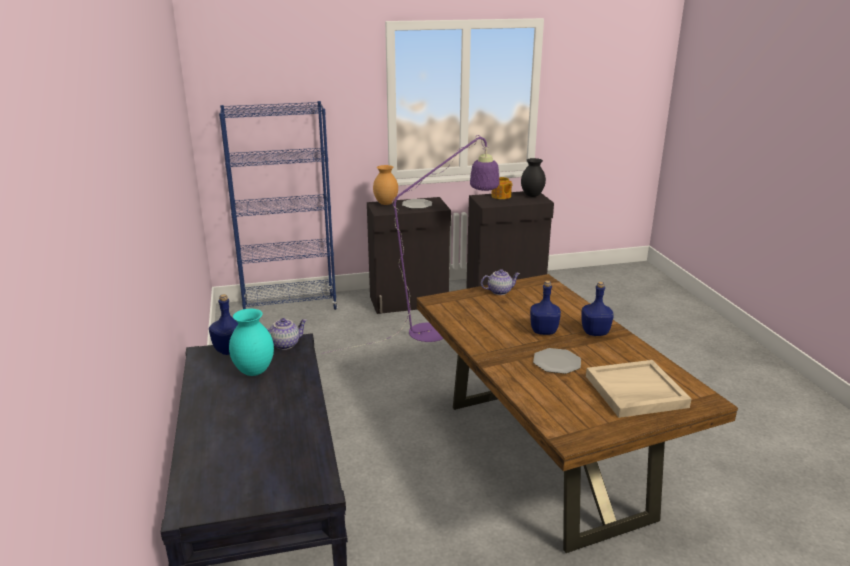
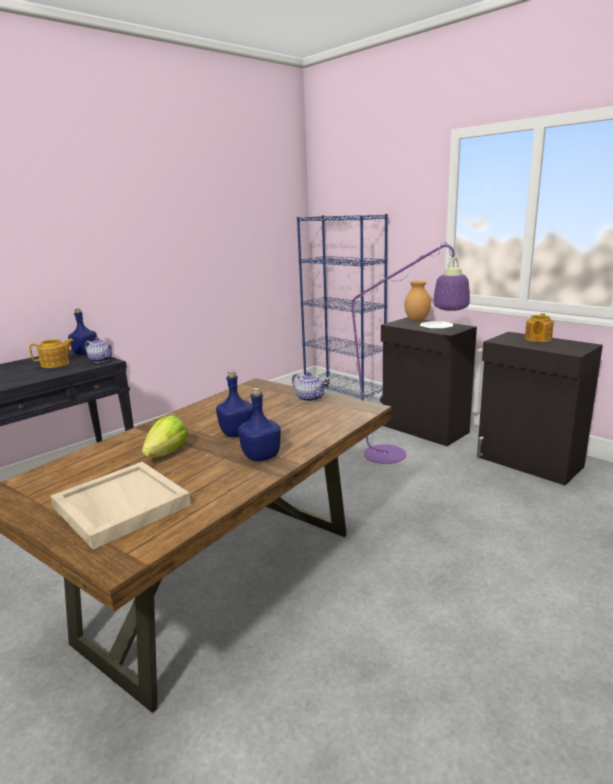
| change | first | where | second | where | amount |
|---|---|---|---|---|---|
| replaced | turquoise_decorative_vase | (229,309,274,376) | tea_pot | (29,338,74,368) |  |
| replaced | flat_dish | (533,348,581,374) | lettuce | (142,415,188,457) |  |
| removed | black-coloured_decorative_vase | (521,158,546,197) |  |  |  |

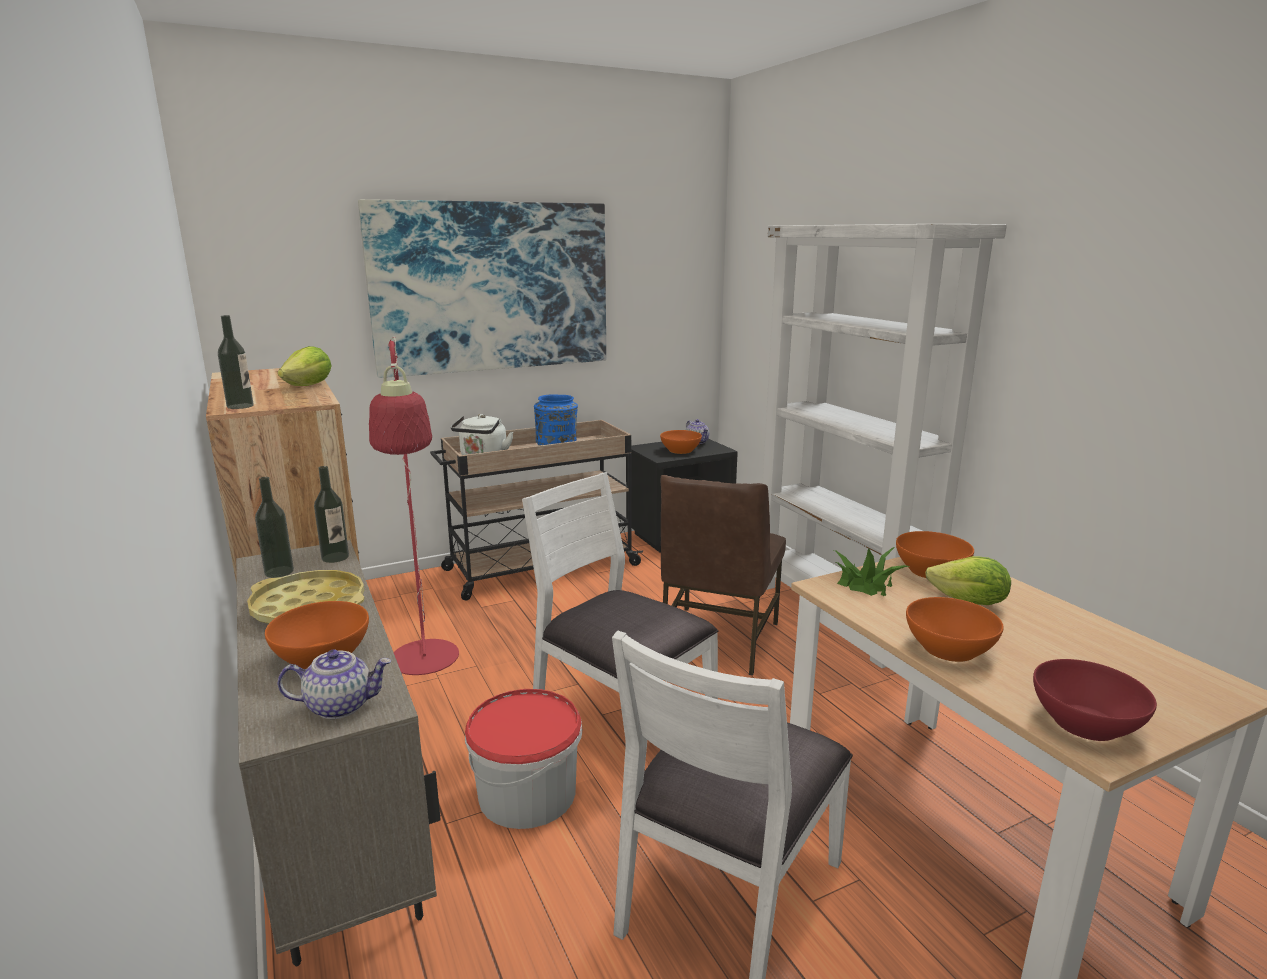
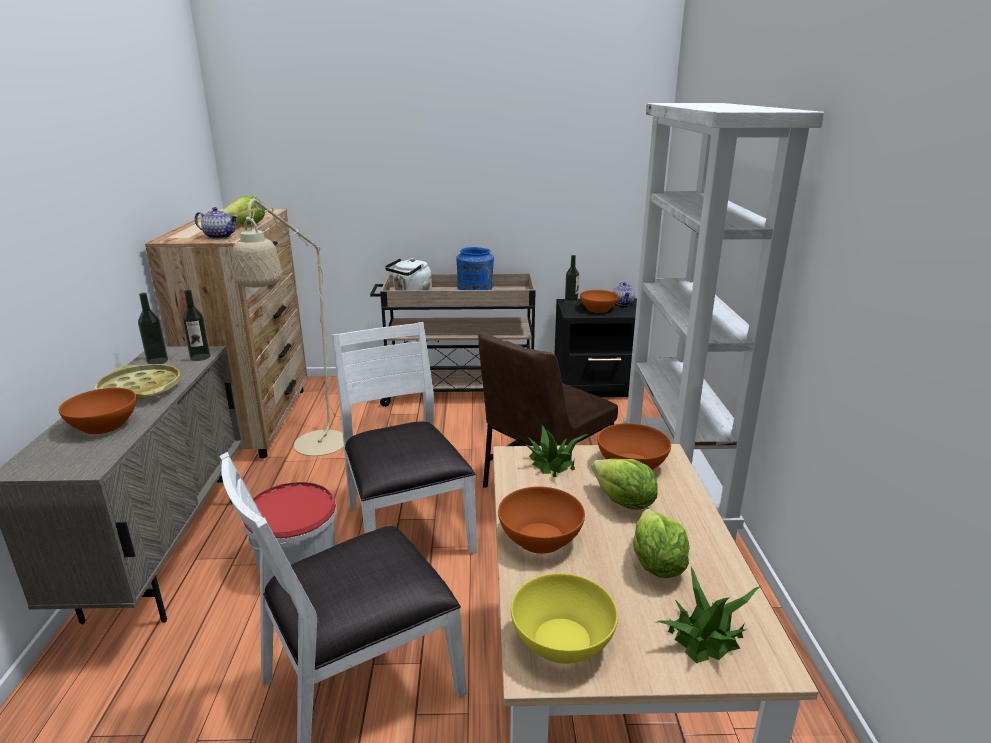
| change | first | where | second | where | amount |
|---|---|---|---|---|---|
| moved | tea_pot | (278,650,391,719) |  | (195,207,238,239) |  |
| recoloured | reddish_floor_lamp | (369,337,459,675) | beige_floor_lamp | (232,196,352,456) |  |
| recoloured | reddish_serving_bowl | (1033,659,1157,741) | yellow_serving_bowl | (511,573,618,664) |  |
| moved | bottle | (218,315,254,409) |  | (565,255,579,304) |  |
| added |  |  | lettuce | (633,509,689,578) |  |
| added |  |  | plant_in_a_pot | (655,567,762,663) |  |
| removed | picture | (358,199,606,378) |  |  |  |

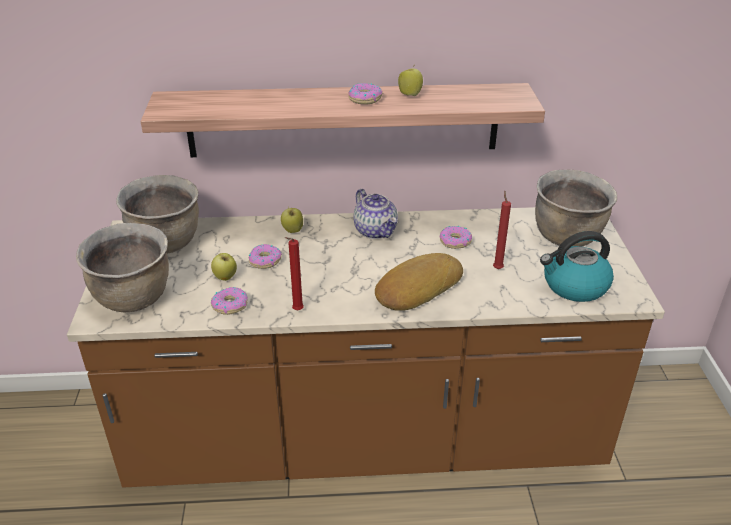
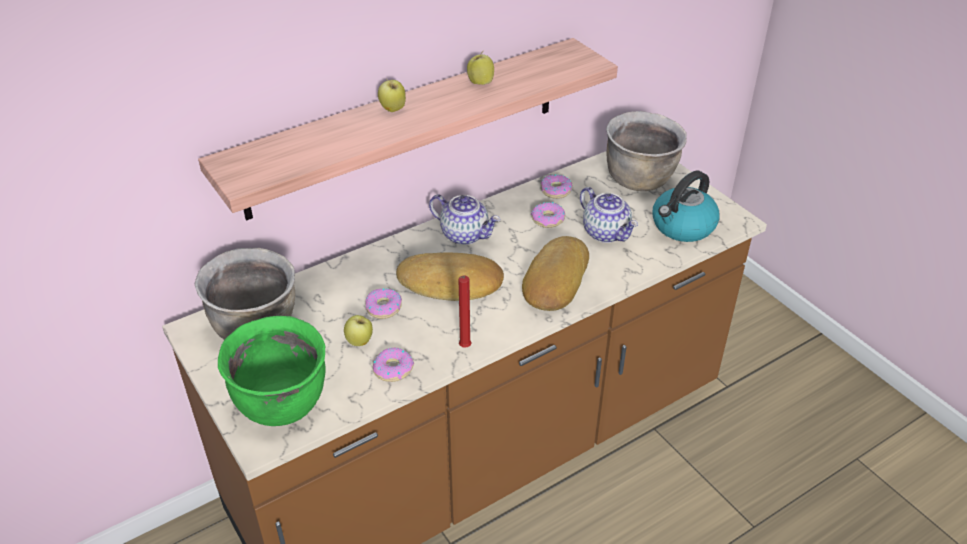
| change | first | where | second | where | amount |
|---|---|---|---|---|---|
| recoloured | brownish_stockpot | (76,223,169,312) | green_stockpot | (218,316,326,426) |  |
| moved | apple_fruit | (281,207,303,233) |  | (378,80,406,112) |  |
| added |  |  | bakery_bread | (396,252,504,301) |  |
| moved | ring_doughnut | (349,83,383,105) |  | (541,174,572,199) |  |
| replaced | reddish_candle | (493,191,511,269) | tea_pot | (580,187,638,243) |  |

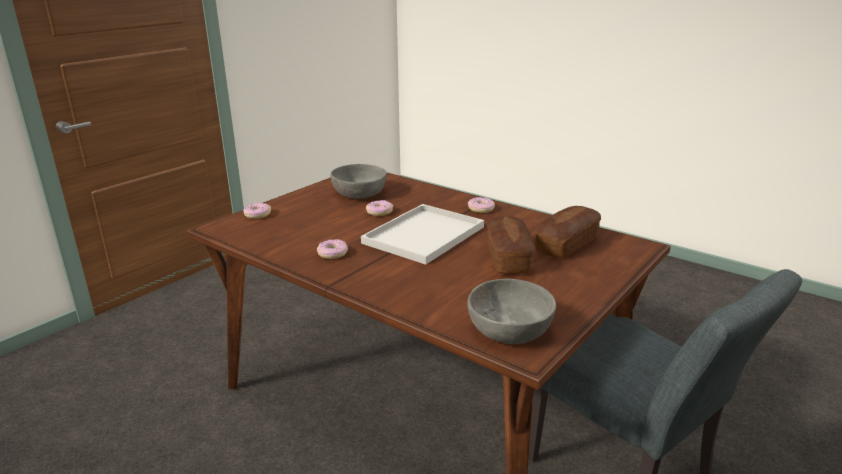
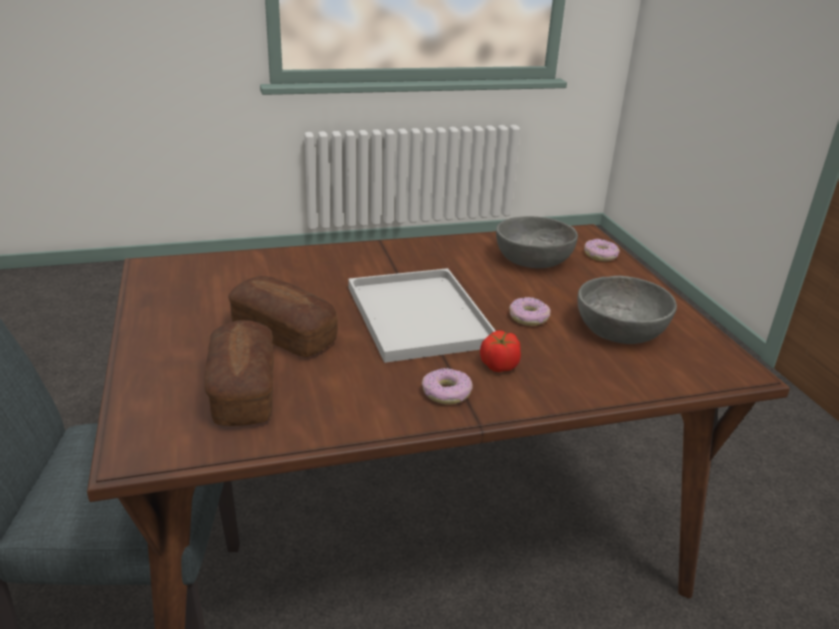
| change | first | where | second | where | amount |
|---|---|---|---|---|---|
| added |  |  | tomato | (480,331,521,372) |  |
| moved | grey_serving_bowl | (467,279,556,344) |  | (496,216,578,268) |  |
| removed | ring_doughnut | (317,239,348,259) |  |  |  |

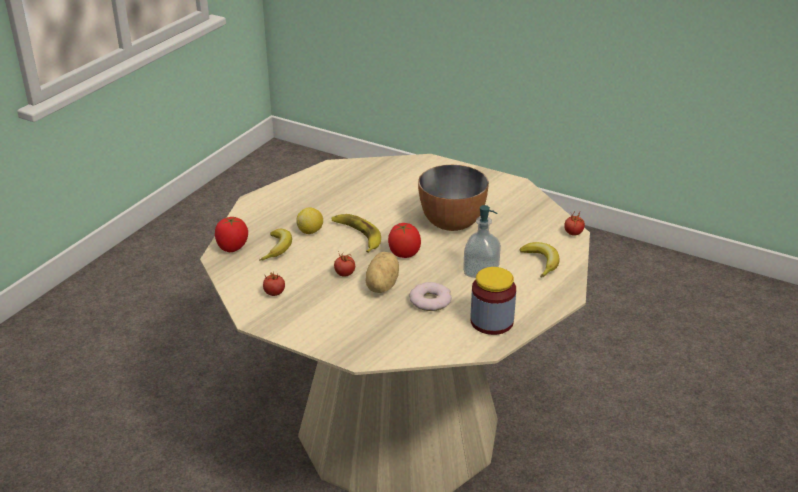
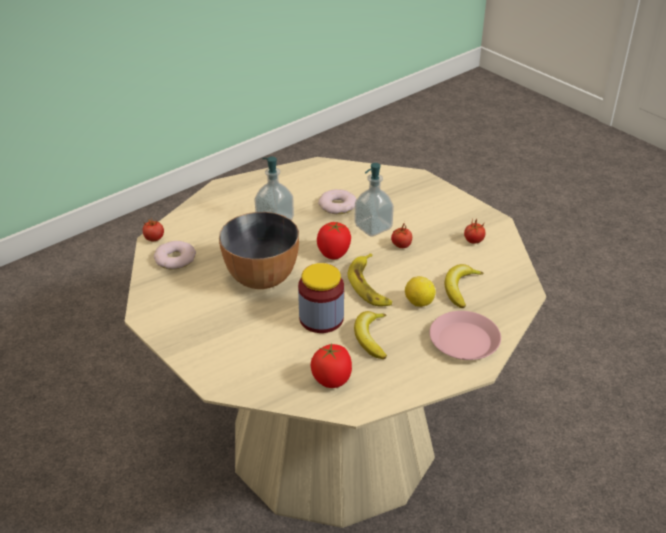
| change | first | where | second | where | amount |
|---|---|---|---|---|---|
| added |  |  | ring_doughnut | (154,241,196,270) |  |
| moved | storage_jar | (470,267,516,335) |  | (298,263,344,333) |  |
| moved | tomato | (215,217,248,252) |  | (311,343,352,388) |  |
| replaced | spud | (366,252,399,293) | soap_bottle | (354,163,394,237) |  |
| moved | banana | (520,242,560,278) |  | (354,311,387,359) |  |
| added |  |  | pink-coloured_flat_dish | (429,311,501,360) |  |

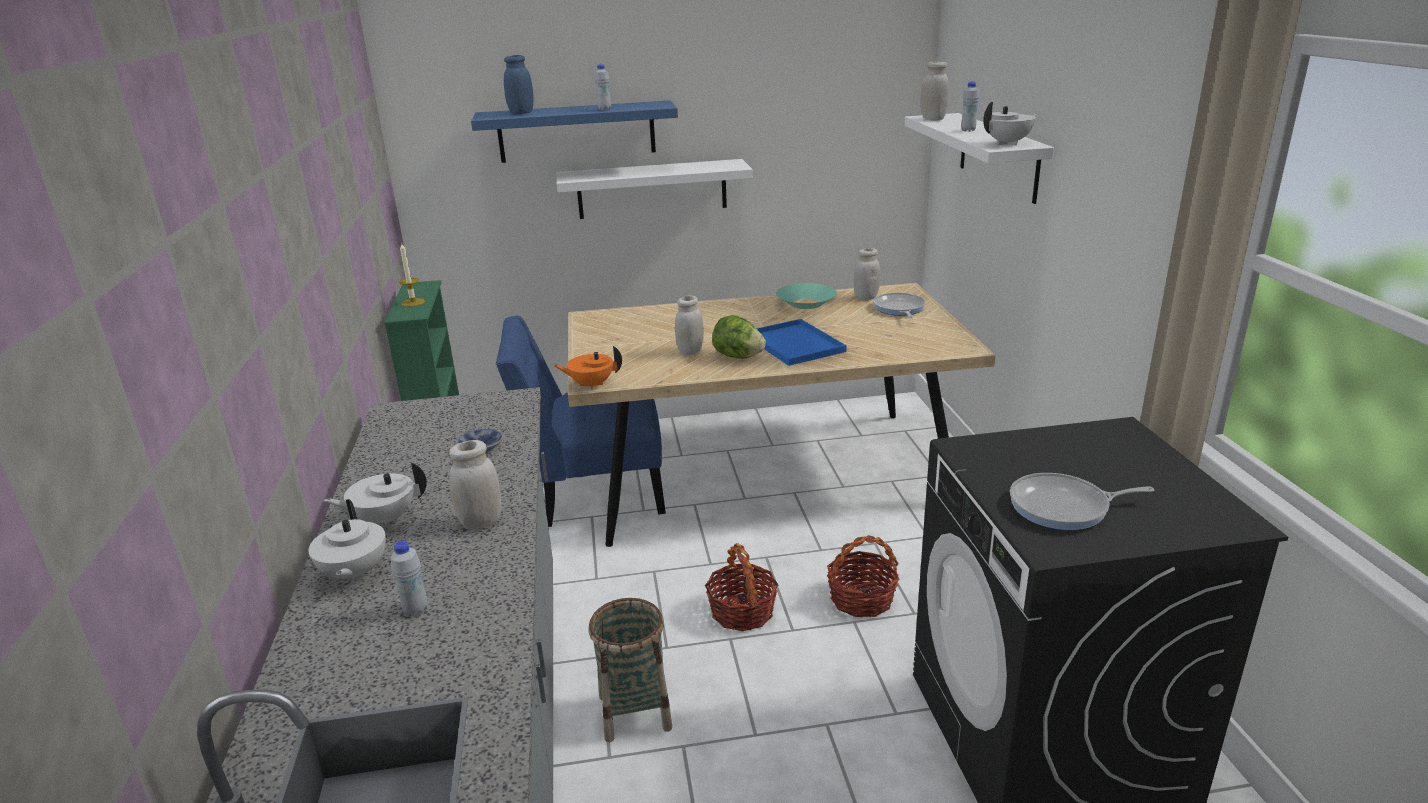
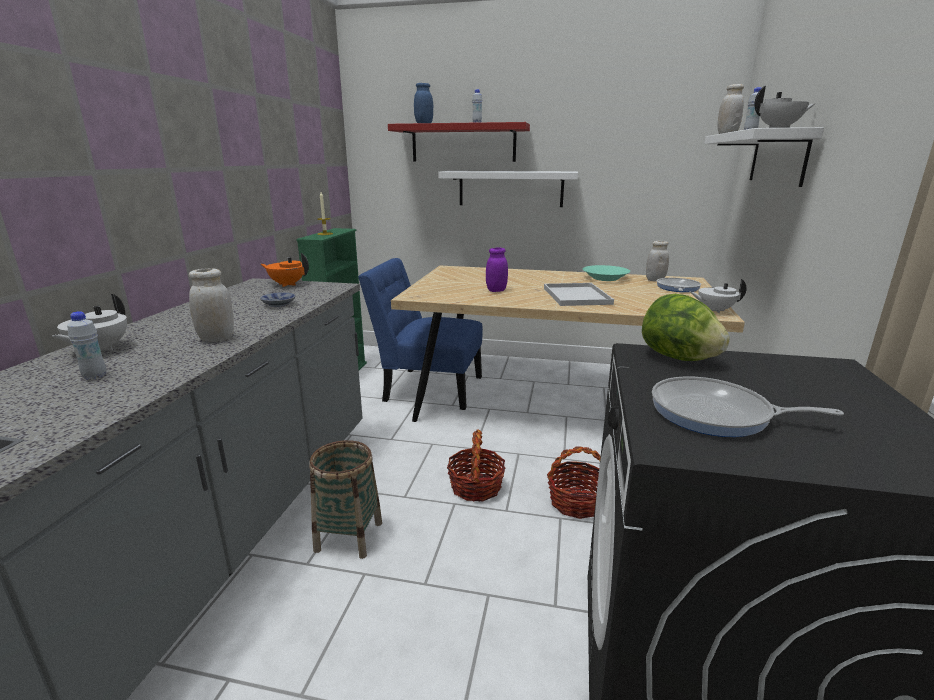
| change | first | where | second | where | amount |
|---|---|---|---|---|---|
| moved | orange-coloured_tea_pot | (553,346,622,390) |  | (261,253,309,287) |  |
| recoloured | blue_bracket_shelf | (471,100,678,163) | reddish_bracket_shelf | (388,122,530,162) |  |
| recoloured | white_storage_jar | (675,295,704,355) | purple-coloured_storage_jar | (486,248,508,292) |  |
| recoloured | blue_carrying_tray | (757,319,847,366) | white_carrying_tray | (544,283,614,306) |  |
| moved | lettuce | (712,315,766,359) |  | (642,294,730,361) |  |
| moved | white_tea_pot | (323,462,427,528) |  | (689,279,747,313) |  |

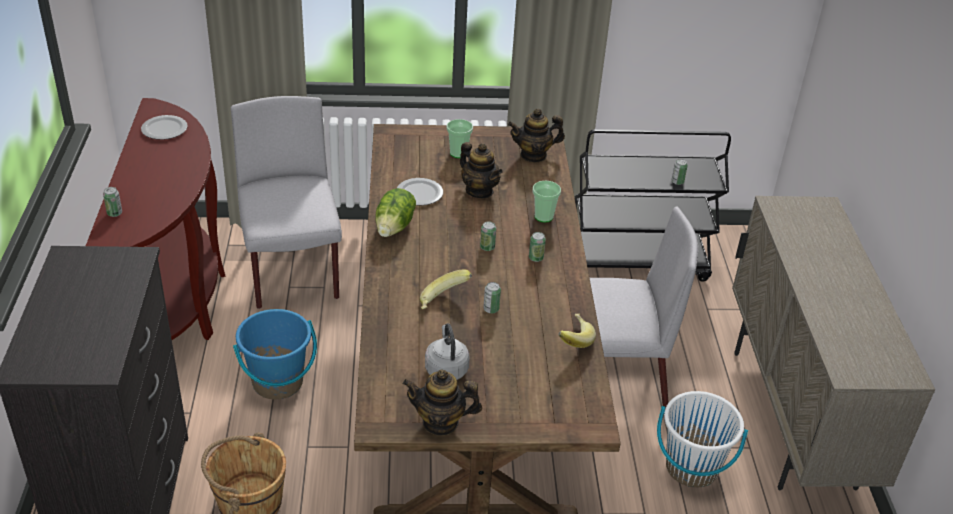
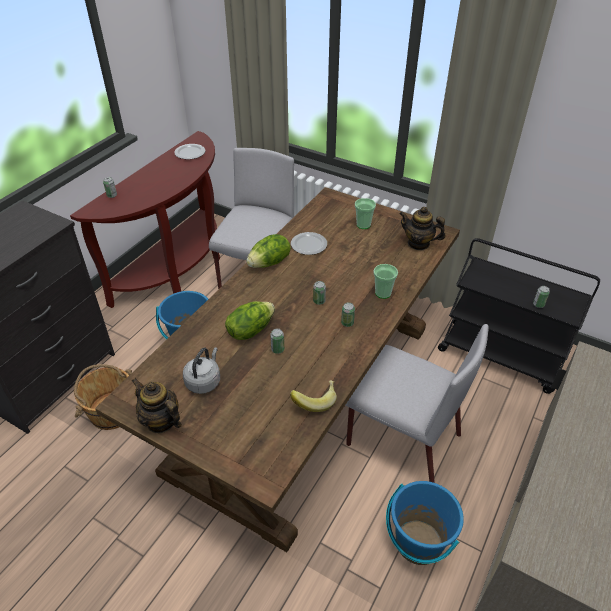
| change | first | where | second | where | amount |
|---|---|---|---|---|---|
| replaced | banana | (420,269,472,309) | lettuce | (225,301,275,340) |  |
| recoloured | white_water_bucket | (657,391,748,488) | blue_water_bucket | (386,481,464,565) |  |
| removed | tea_pot | (460,142,503,198) |  |  |  |

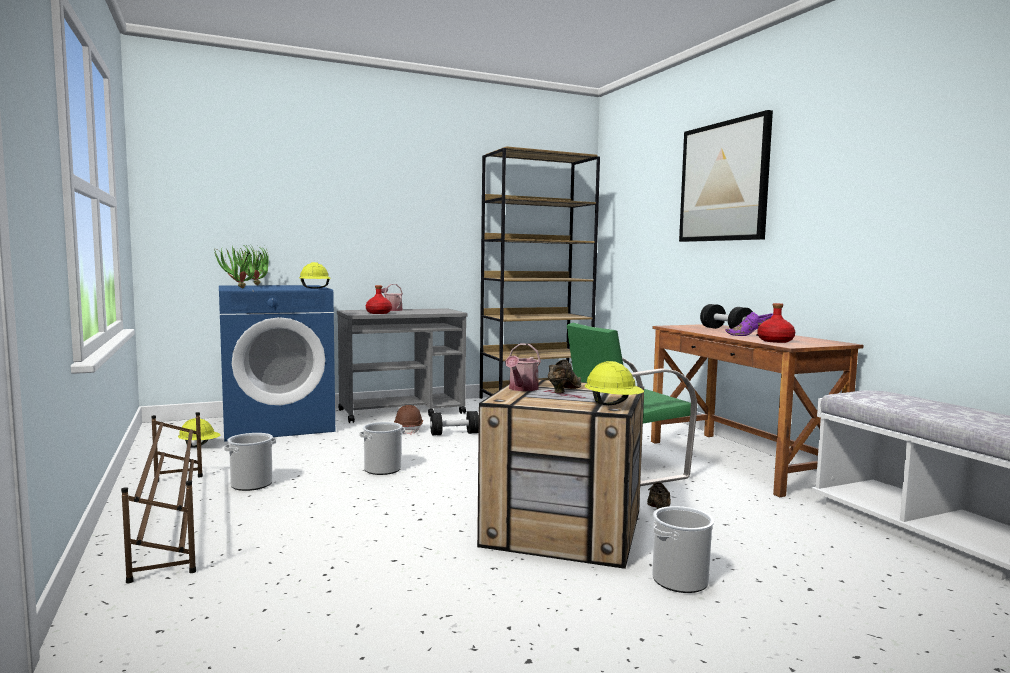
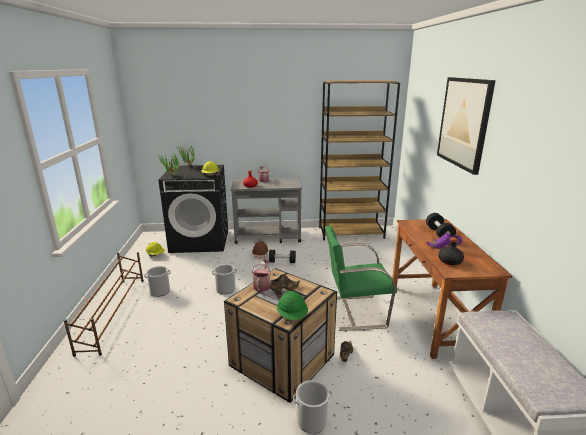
| change | first | where | second | where | amount |
|---|---|---|---|---|---|
| recoloured | blue_laundry_appliance | (219,285,335,442) | black-coloured_laundry_appliance | (158,165,228,253) |  |
| turned | watering_can | (505,343,541,391) |  | (252,259,271,292) | 150 degrees clockwise |
| recoloured | yellow_work_helmet | (585,361,644,405) | green_work_helmet | (277,291,308,320) |  |
| recoloured | reddish_bottle | (757,303,795,343) | black-coloured_bottle | (438,237,464,265) |  |

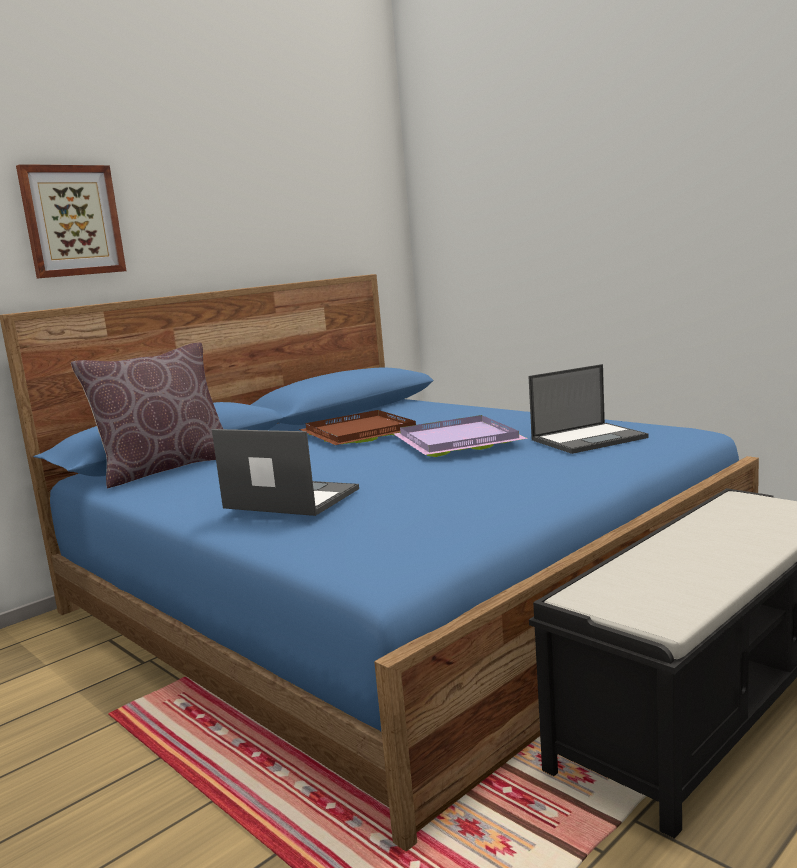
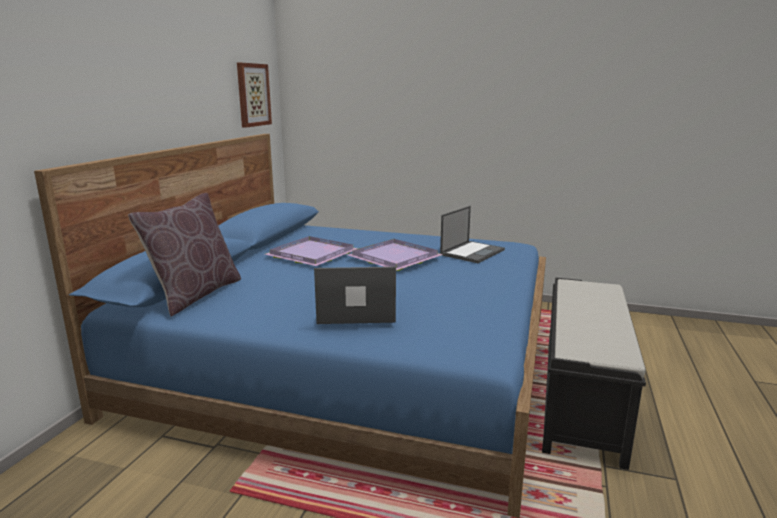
| change | first | where | second | where | amount |
|---|---|---|---|---|---|
| moved | picture | (16,164,126,279) |  | (237,63,272,128) |  |
| recoloured | brownish_carrying_tray | (299,410,423,445) | purple-coloured_carrying_tray | (265,236,358,266) |  |

